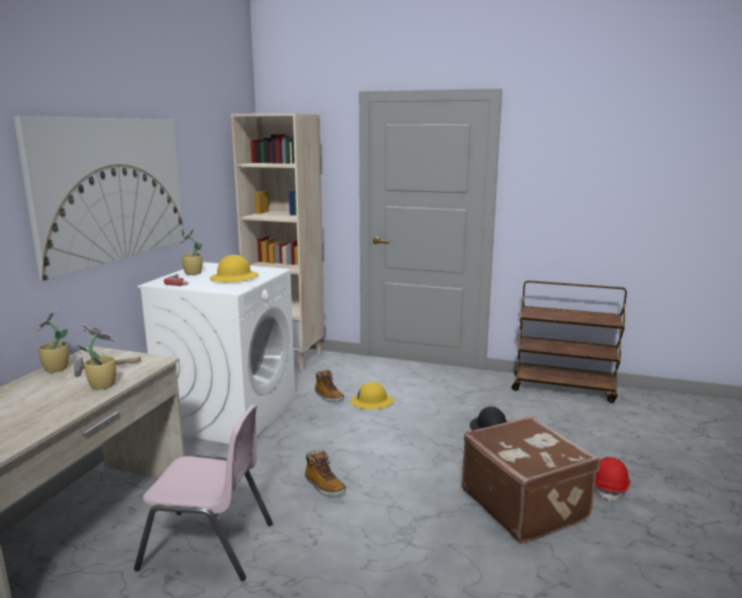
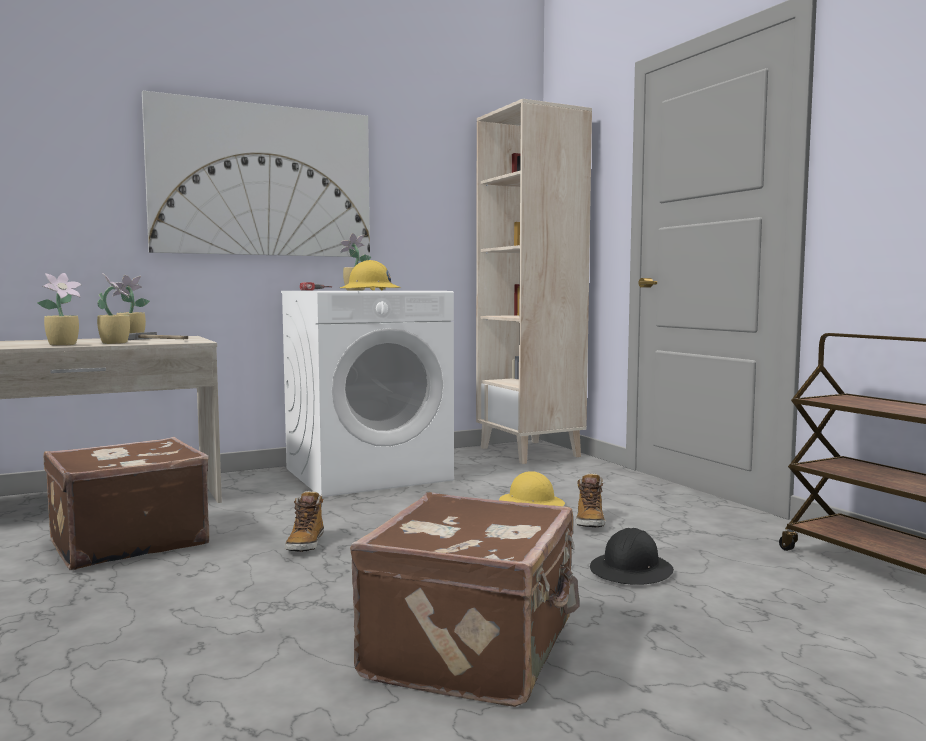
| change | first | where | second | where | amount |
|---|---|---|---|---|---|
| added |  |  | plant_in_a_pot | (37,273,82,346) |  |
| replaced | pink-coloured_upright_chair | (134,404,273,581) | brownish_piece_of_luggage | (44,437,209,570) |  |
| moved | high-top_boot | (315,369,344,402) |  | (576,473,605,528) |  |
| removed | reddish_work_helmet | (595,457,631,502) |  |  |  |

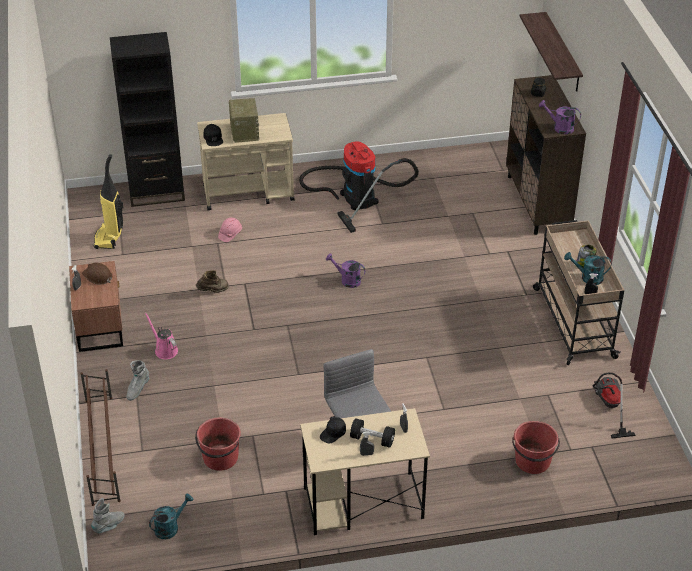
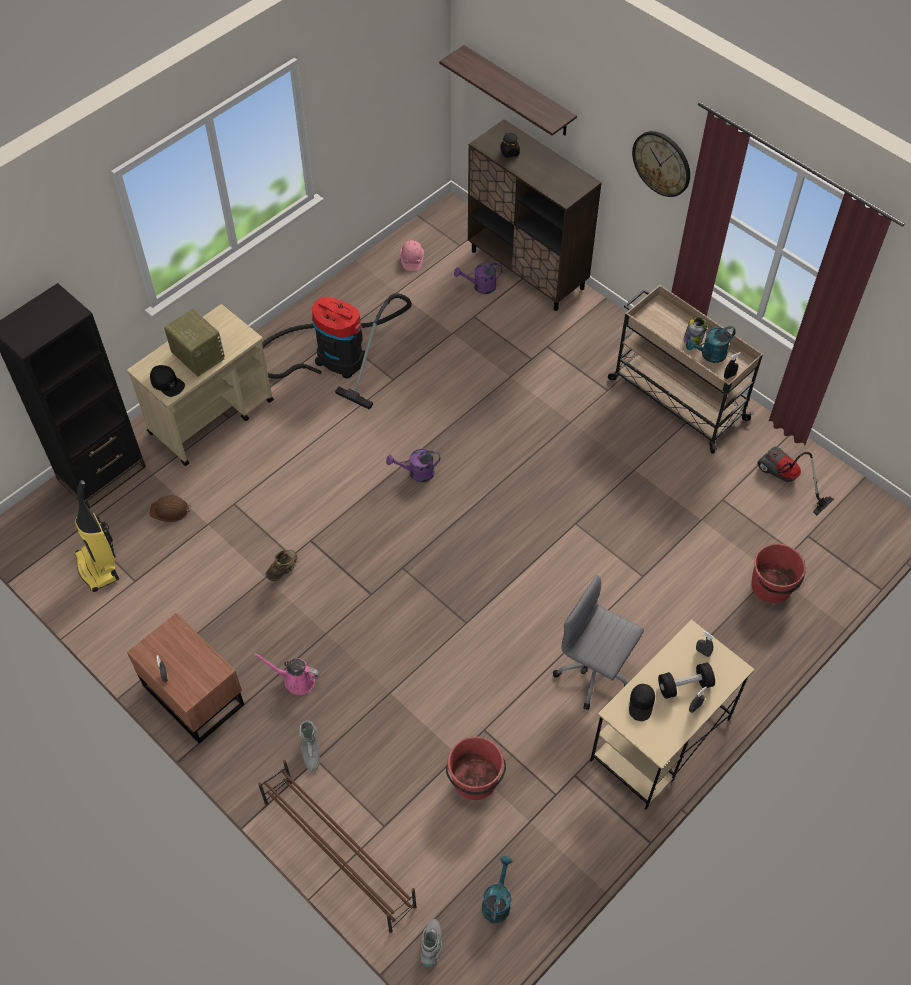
| change | first | where | second | where | amount |
|---|---|---|---|---|---|
| moved | brownish_work_helmet | (82,262,112,285) |  | (150,496,191,522) |  |
| moved | pink-coloured_work_helmet | (218,218,242,242) |  | (400,240,424,271) |  |
| moved | purple-coloured_watering_can | (539,100,581,134) |  | (454,262,502,294) |  |
| added |  |  | hanging_clock | (632,131,690,197) |  |

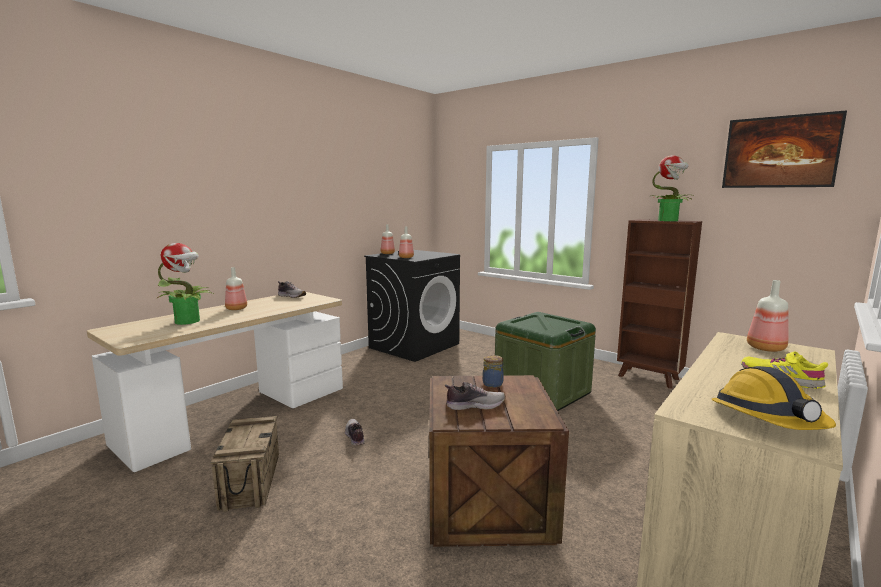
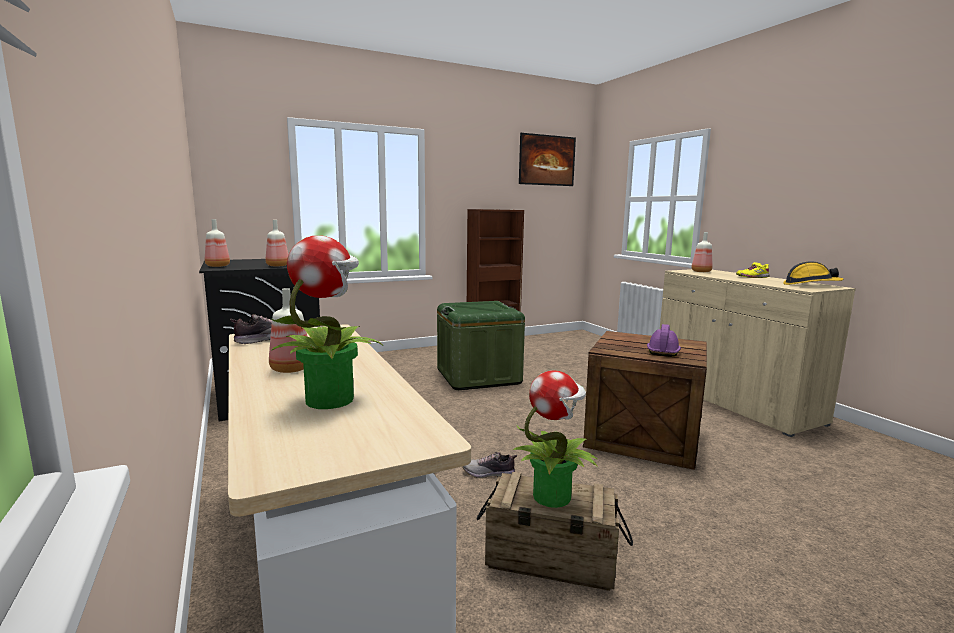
| change | first | where | second | where | amount |
|---|---|---|---|---|---|
| moved | plant_in_a_pot | (652,155,693,221) |  | (513,370,598,508) |  |
| replaced | item_of_footwear | (445,382,505,410) | purple-coloured_work_helmet | (647,324,681,357) |  |
| removed | storage_jar | (483,355,504,388) |  |  |  |

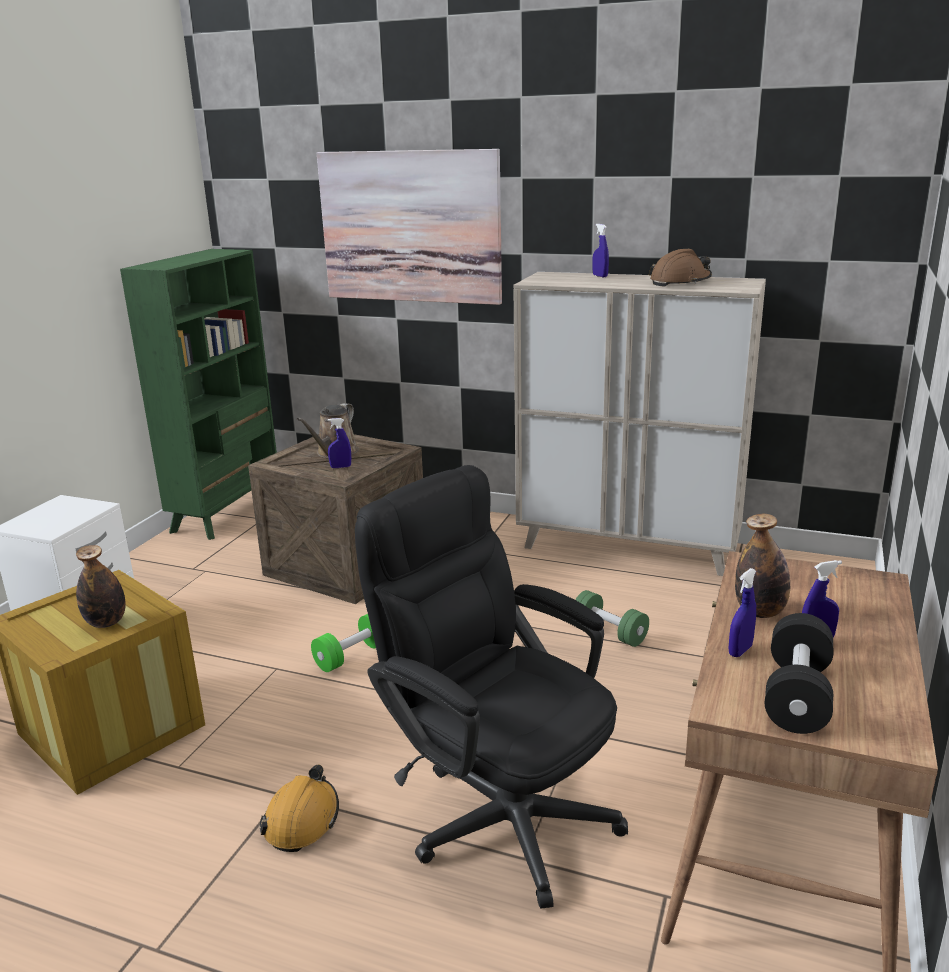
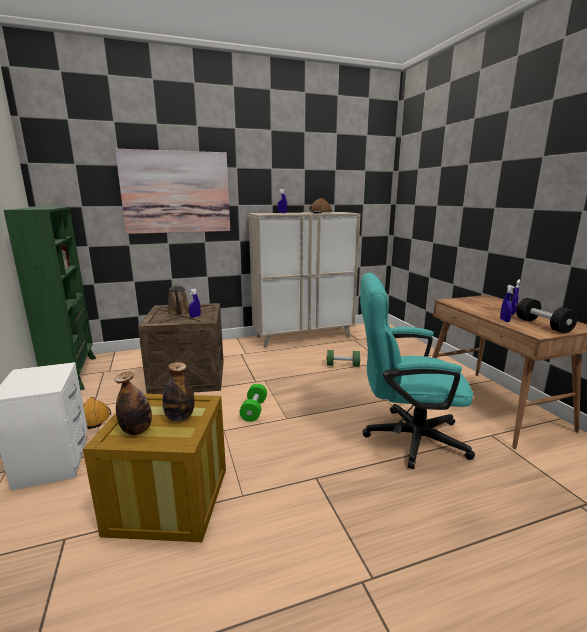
| change | first | where | second | where | amount |
|---|---|---|---|---|---|
| moved | orange-coloured_work_helmet | (259,765,339,852) |  | (83,397,111,429) |  |
| moved | bottle | (735,514,790,618) |  | (114,372,152,435) |  |
| recoloured | black-coloured_computer_chair | (355,465,628,909) | turquoise_computer_chair | (360,273,475,469) |  |

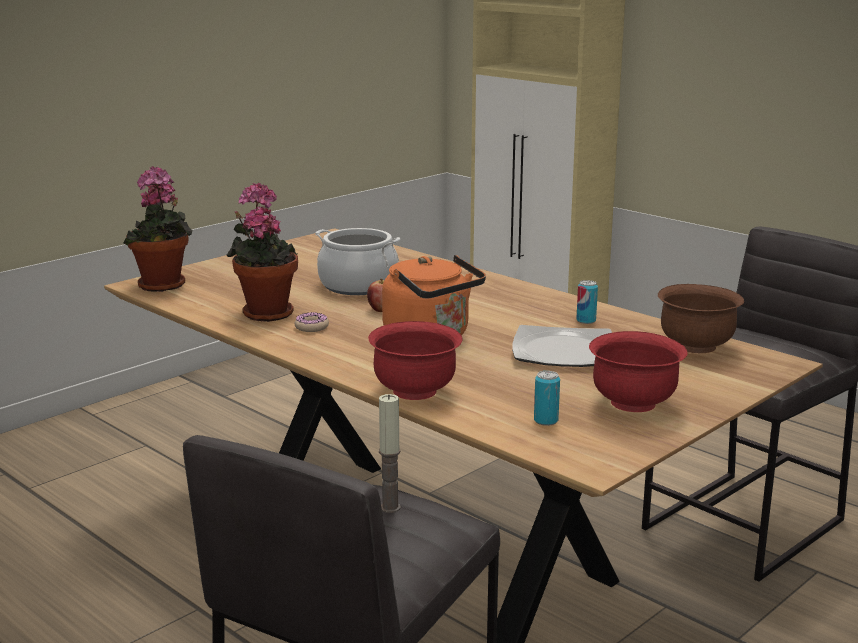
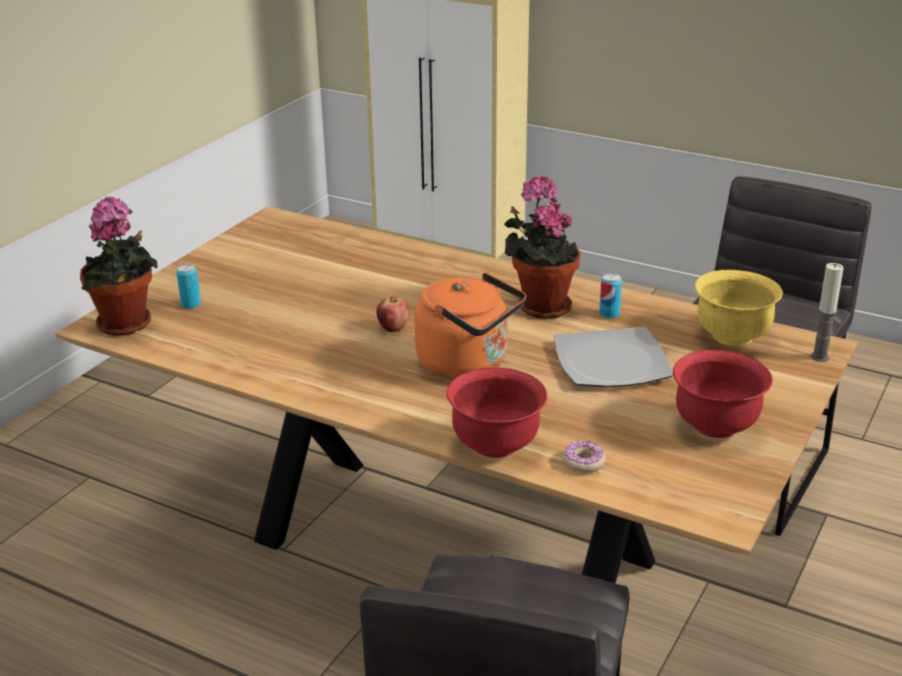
| change | first | where | second | where | amount |
|---|---|---|---|---|---|
| moved | can | (534,371,560,426) |  | (176,264,201,309) |  |
| moved | plant_in_a_pot | (227,183,298,322) |  | (504,176,580,319) |  |
| moved | ring_doughnut | (295,312,329,332) |  | (563,441,606,473) |  |
| recoloured | brownish_serving_bowl | (658,284,744,353) | yellow_serving_bowl | (695,270,783,346) |  |
| moved | candle | (379,394,401,513) |  | (811,263,844,362) |  |
| removed | stockpot | (315,228,400,295) |  |  |  |

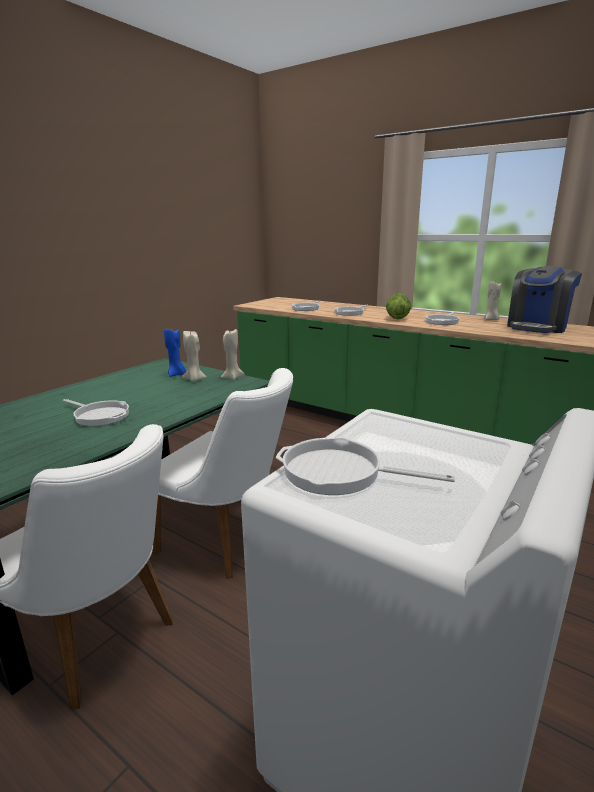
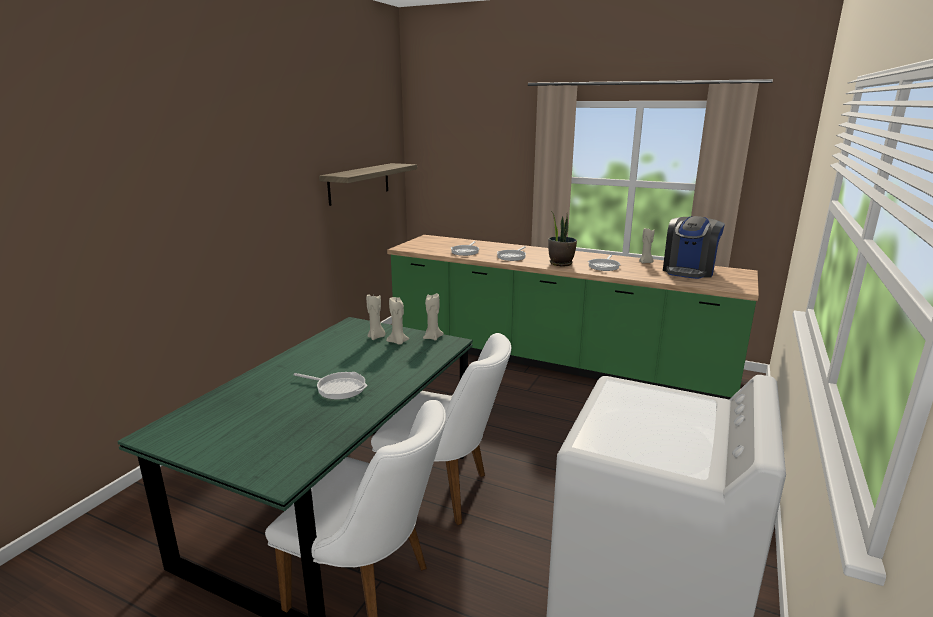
| change | first | where | second | where | amount |
|---|---|---|---|---|---|
| added |  |  | bracket_shelf | (319,163,417,206) |  |
| recoloured | blue_candle | (164,328,186,377) | beige_candle | (366,294,386,340) |  |
| replaced | lettuce | (386,293,411,319) | plant_in_a_pot | (548,211,577,266) |  |
| removed | pan | (276,437,455,495) |  |  |  |

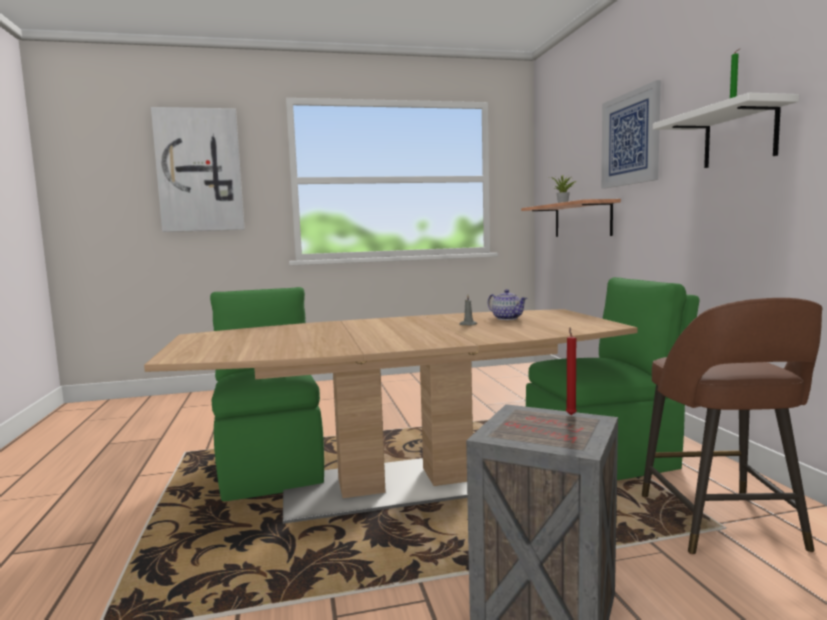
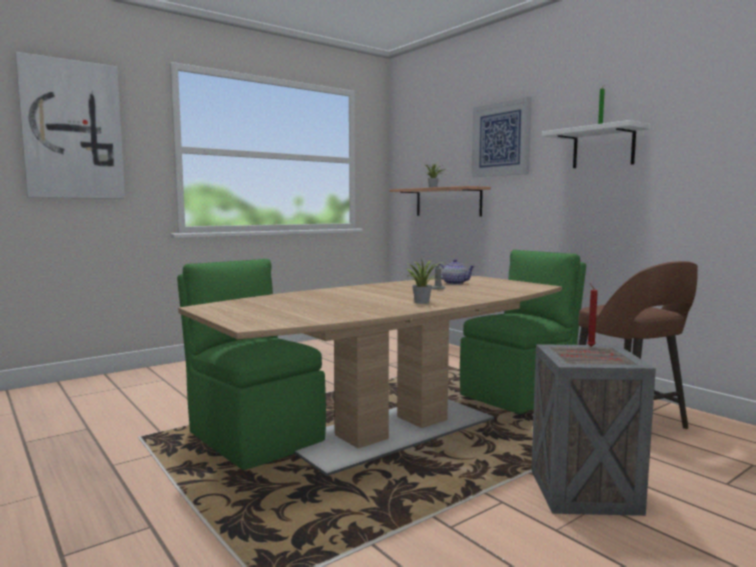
| change | first | where | second | where | amount |
|---|---|---|---|---|---|
| added |  |  | plant_in_a_pot | (406,259,444,304) |  |

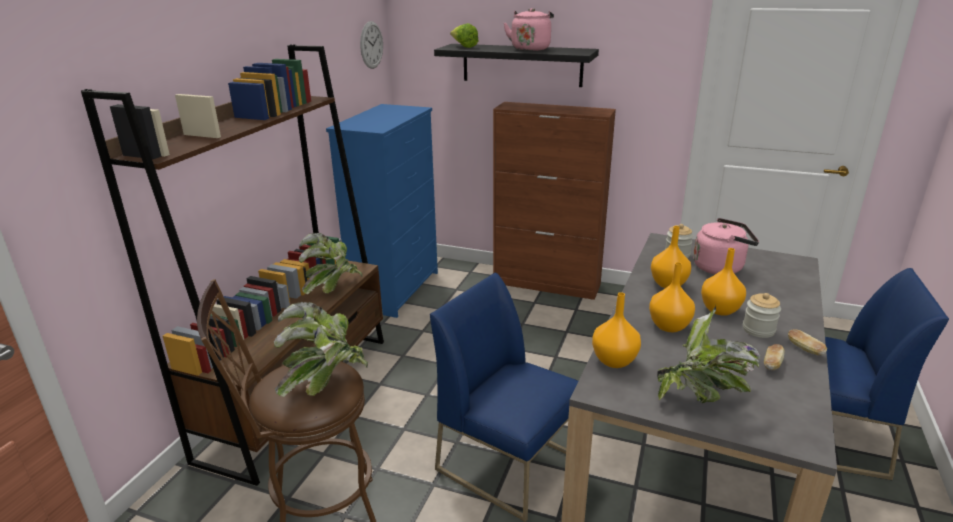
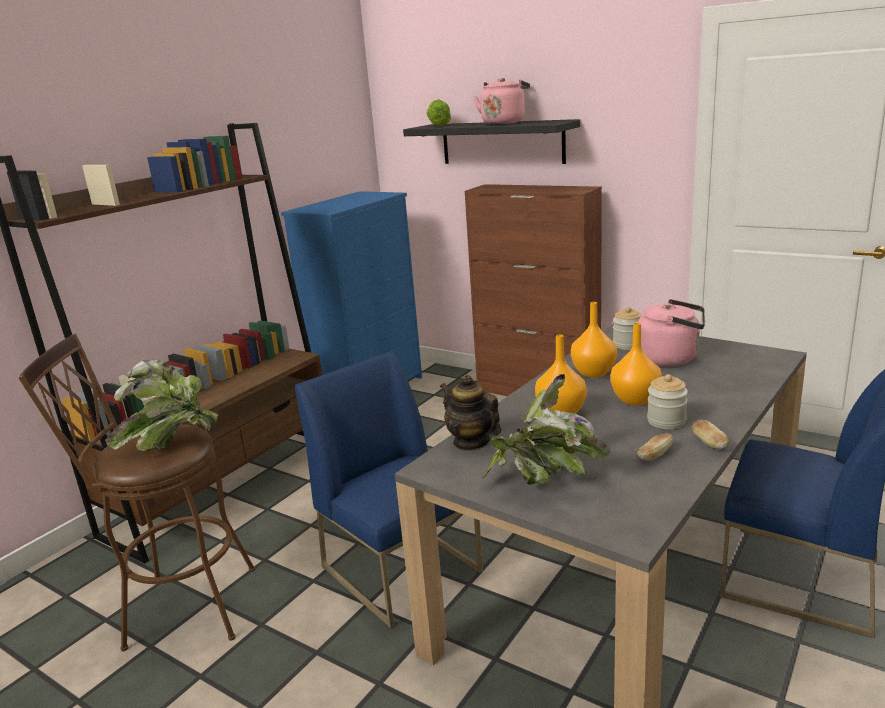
| change | first | where | second | where | amount |
|---|---|---|---|---|---|
| replaced | orange-coloured_decorative_vase | (592,292,641,368) | tea_pot | (440,375,501,451) |  |
| removed | plant_in_a_pot | (299,233,362,294) |  |  |  |
| removed | hanging_clock | (360,21,383,69) |  |  |  |

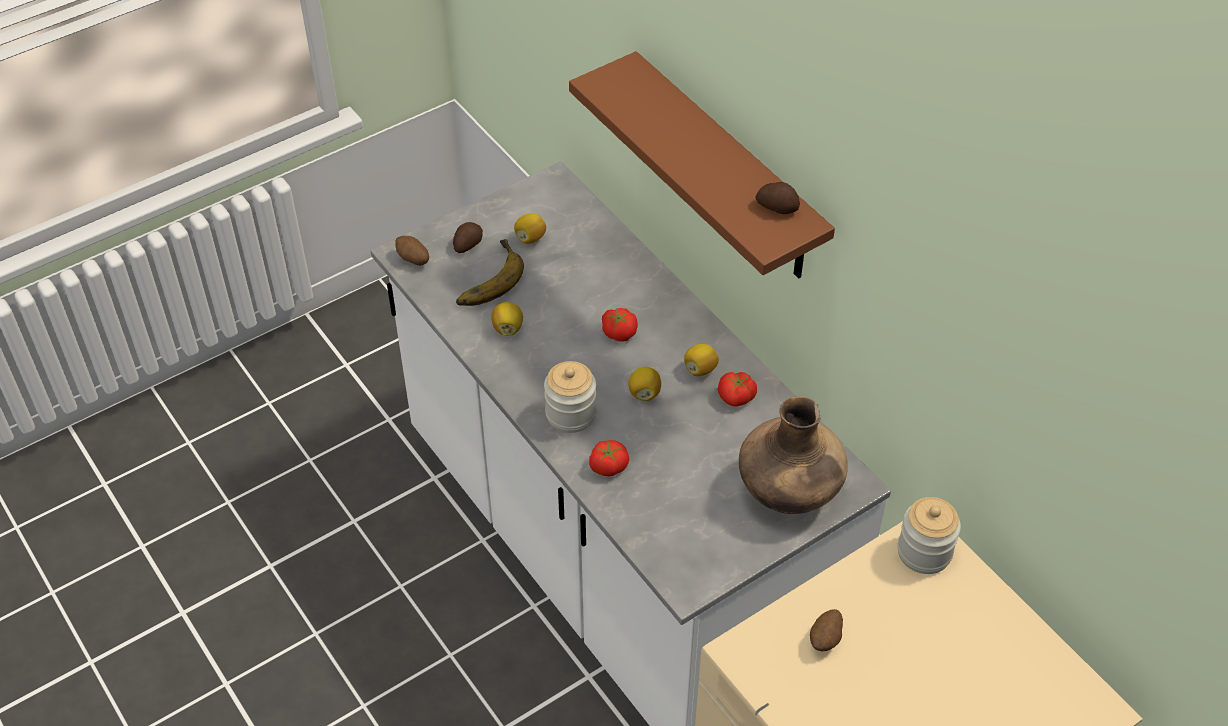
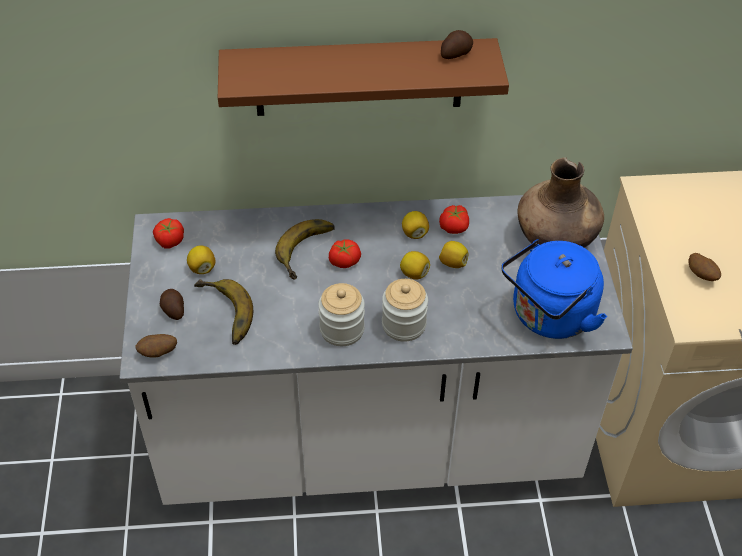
| change | first | where | second | where | amount |
|---|---|---|---|---|---|
| moved | tomato | (589,440,630,476) |  | (153,218,184,249) |  |
| added |  |  | banana | (275,219,335,279) |  |
| moved | storage_jar | (897,497,961,574) |  | (318,283,365,346) |  |
| moved | citrus_fruit | (491,302,523,336) |  | (439,241,468,268) |  |
| added |  |  | blue_kettle | (501,239,607,339) |  |

